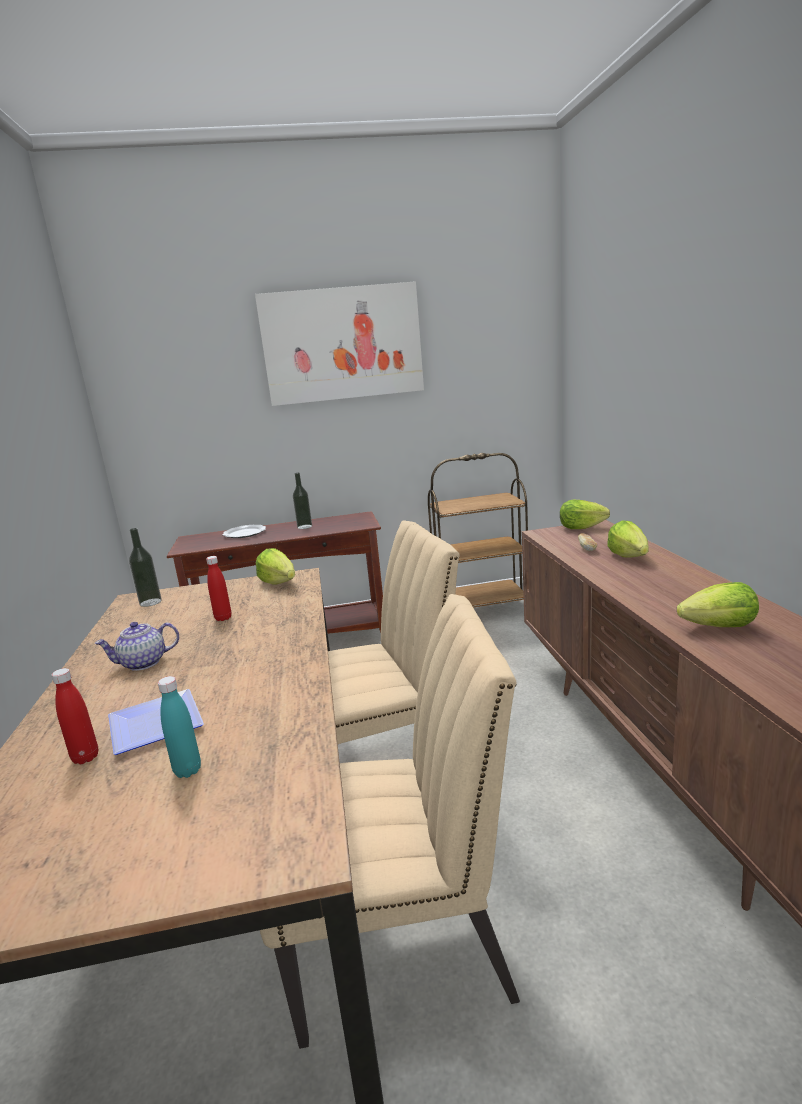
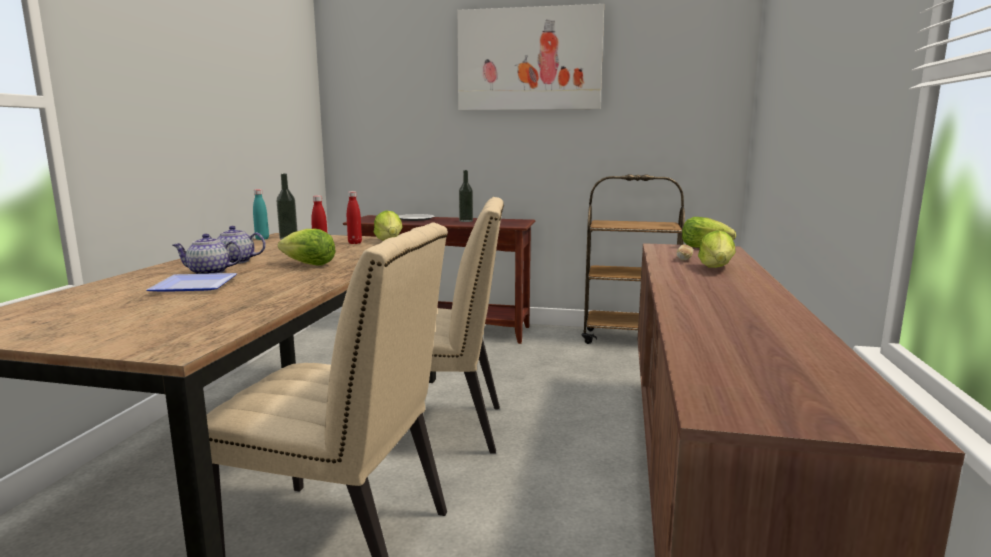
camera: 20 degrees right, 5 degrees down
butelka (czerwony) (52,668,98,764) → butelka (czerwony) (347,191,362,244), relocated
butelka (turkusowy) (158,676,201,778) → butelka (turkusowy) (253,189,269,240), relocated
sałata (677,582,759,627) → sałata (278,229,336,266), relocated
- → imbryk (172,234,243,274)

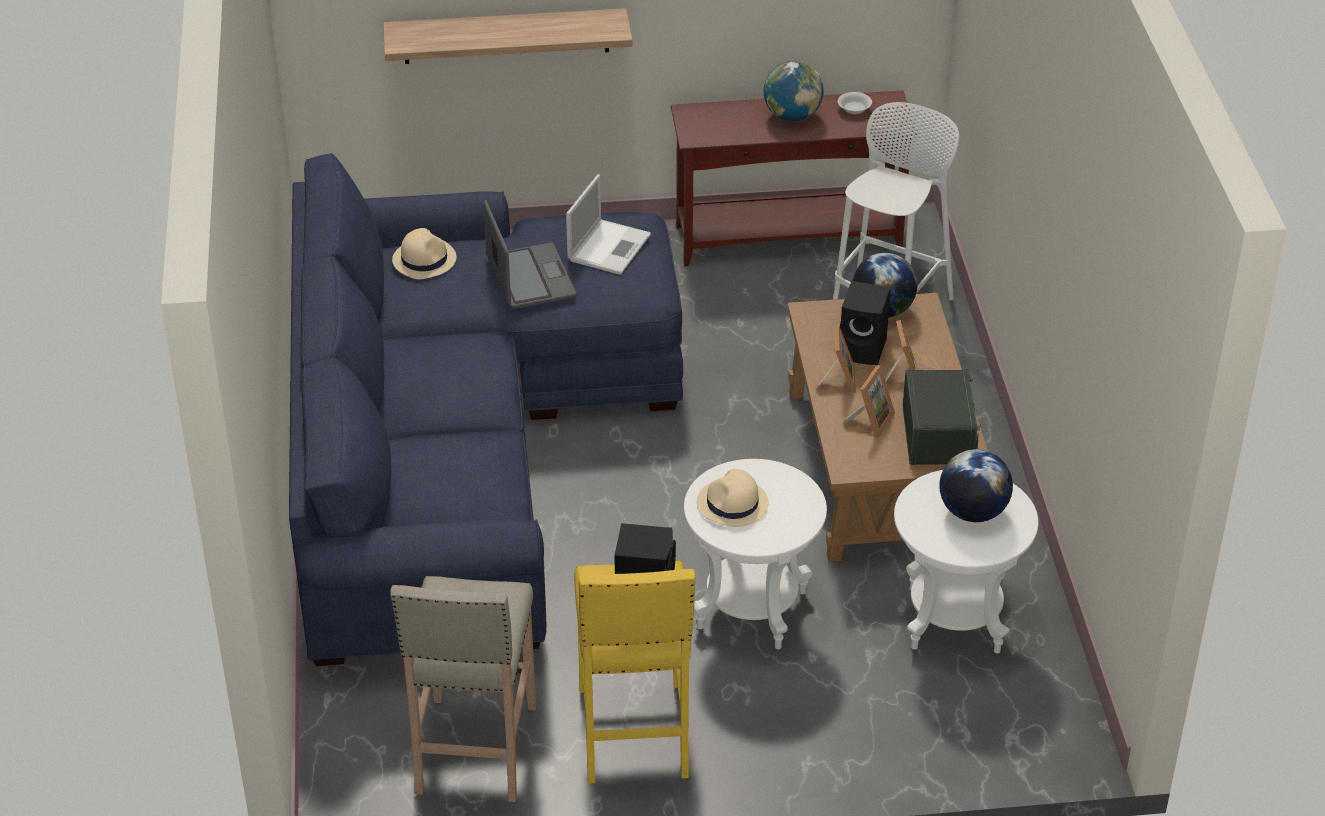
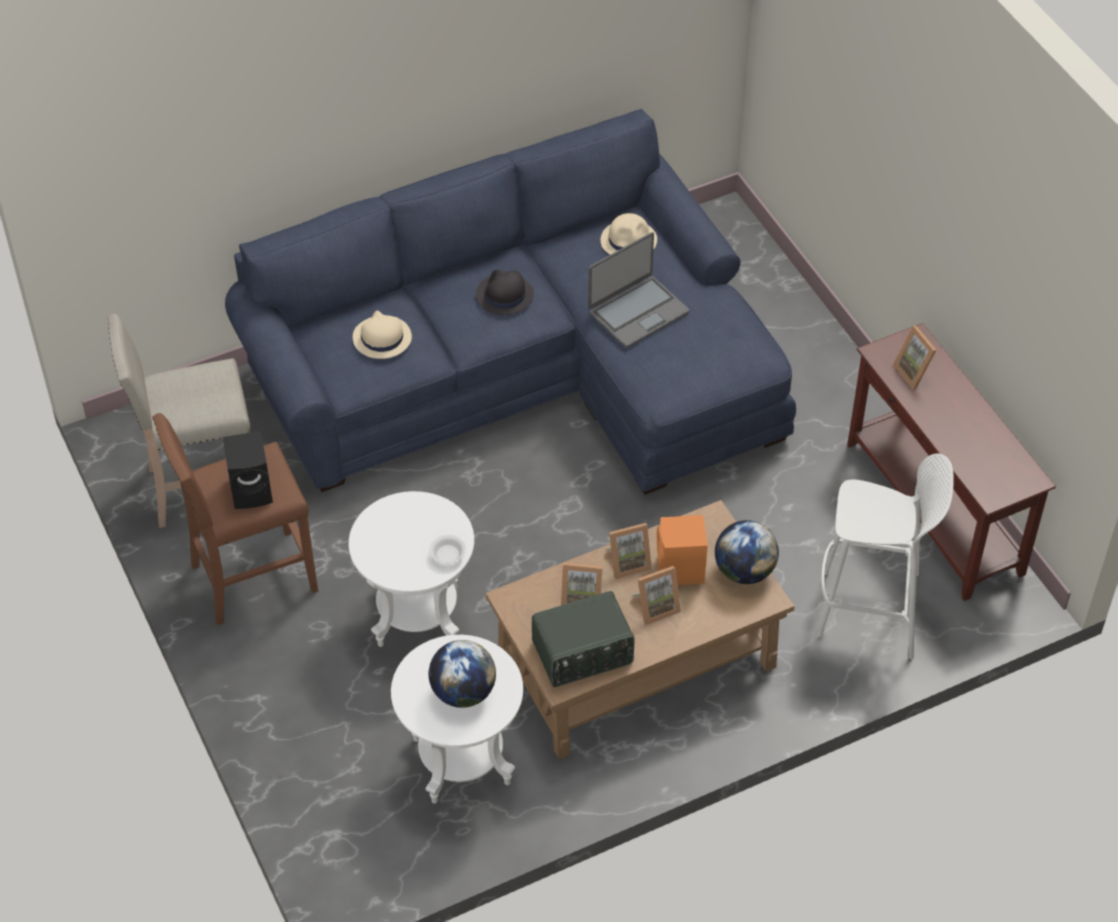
camera: 70 degrees right, 10 degrees up
półka (383,8,633,64) → -
laptop (566,174,651,275) → -
stołek (żółty) (574,561,695,784) → stołek (brązowy) (152,413,318,625)
kapelusz (beżowy) (697,469,769,527) → kapelusz (beżowy) (353,311,412,359), relocated
globus (763,61,824,122) → -
miska (biały) (838,92,872,114) → miska (biały) (429,535,466,564), relocated
głośnik (czarny) (840,281,891,365) → głośnik (pomarańczowy) (657,515,708,585)
- → kapelusz (czarny) (476,269,534,315)
- → ramka na zdjęcie (893,326,937,389)

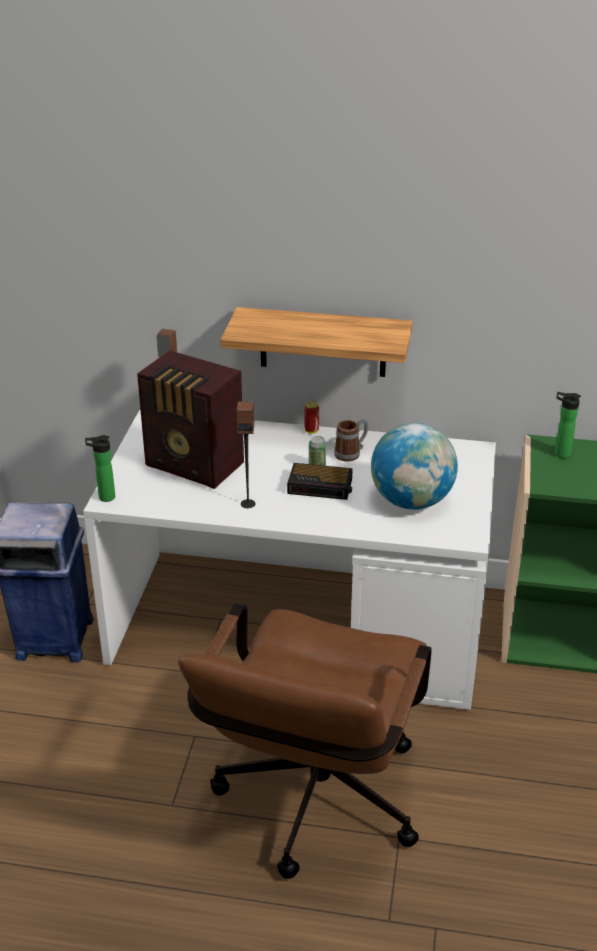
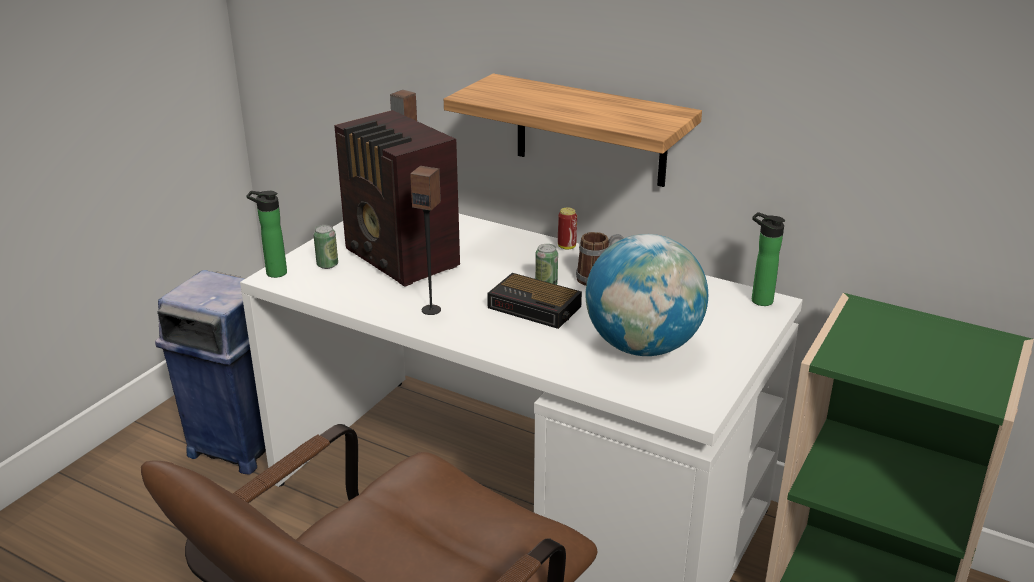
camera: 20 degrees right, 5 degrees down
butelka (555,392,581,458) → butelka (752,212,785,306), relocated
- → puszka (313,225,338,269)

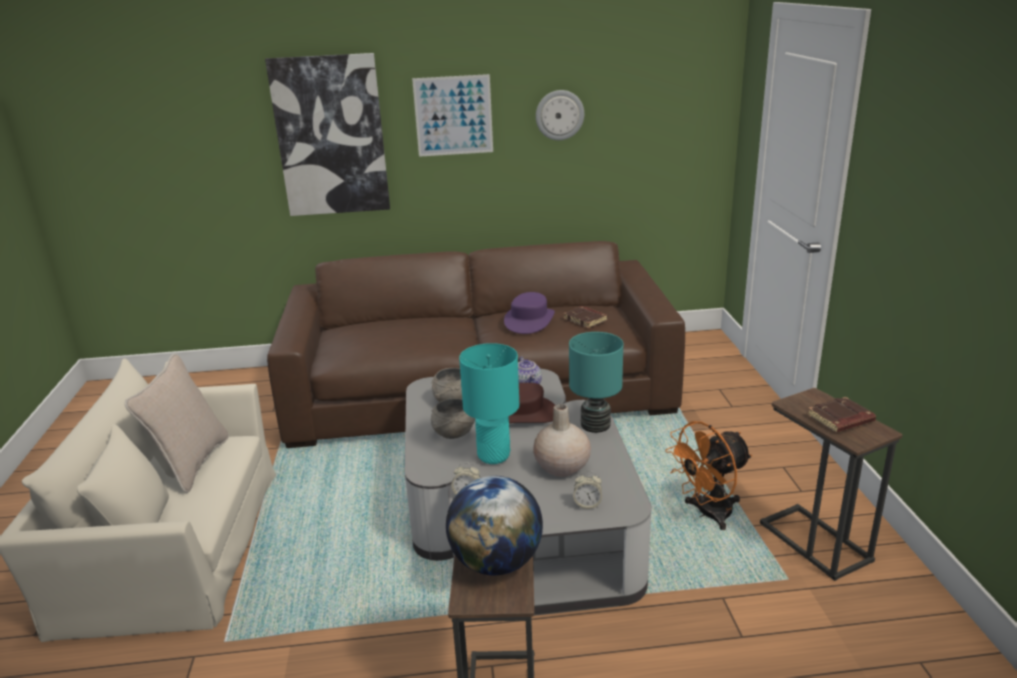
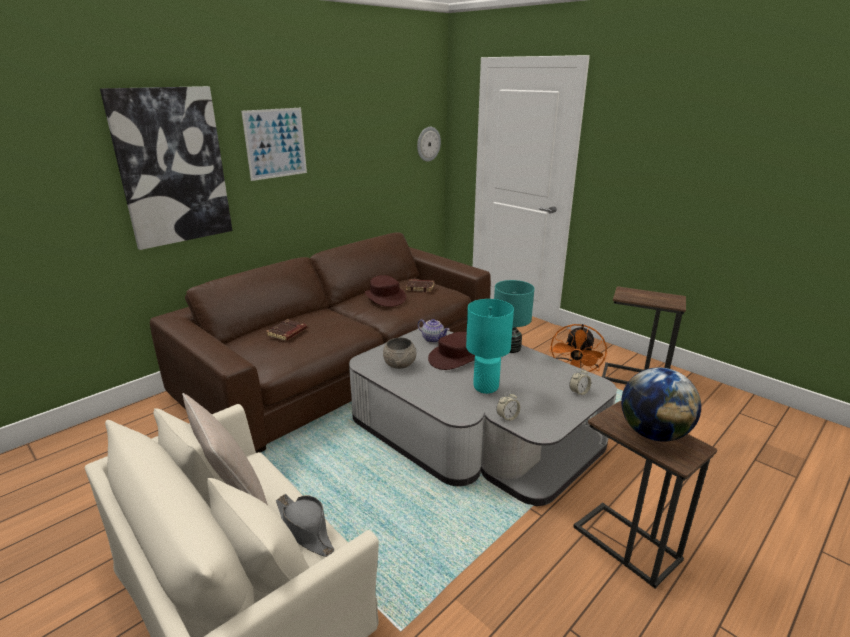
camera: 40 degrees left, 0 degrees up
miska (szary) (431,398,475,439) → -
kapelusz (fioletowy) (504,292,555,334) → kapelusz (brązowy) (365,275,406,307)
wazon (beżowy) (533,404,591,477) → -
zegar ścienny (536,90,584,140) → zegar ścienny (417,127,441,161), relocated
książka (brązowy) (807,397,876,433) → książka (brązowy) (266,319,307,341), relocated
- → kapelusz (szary) (276,494,334,557)

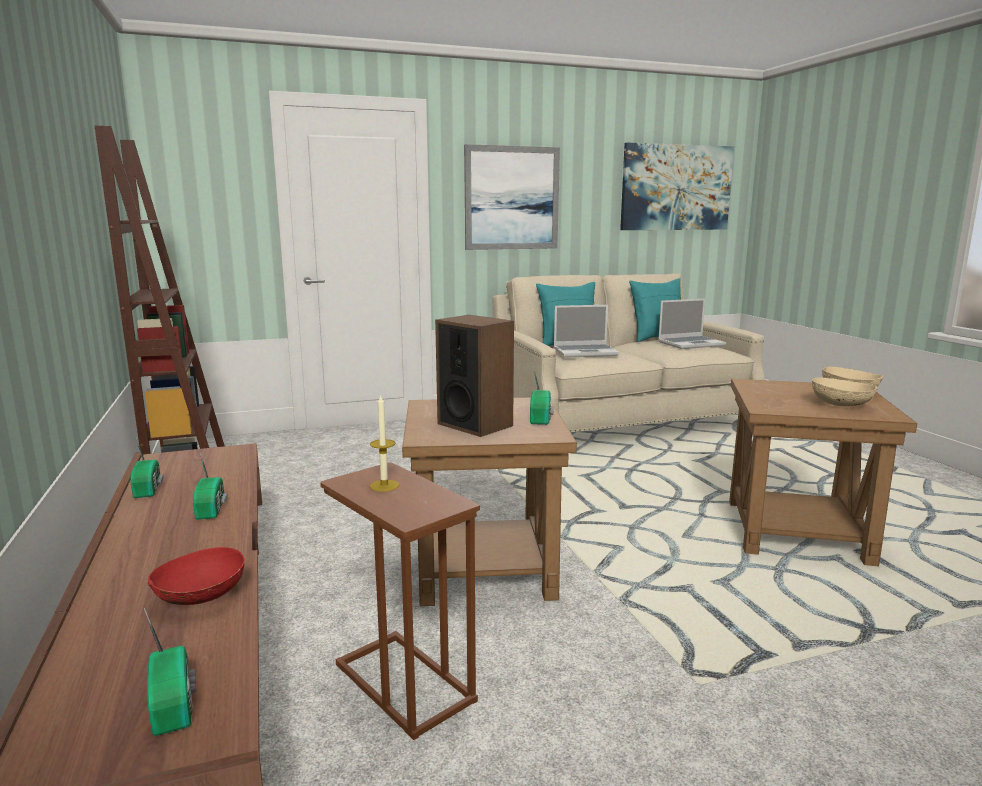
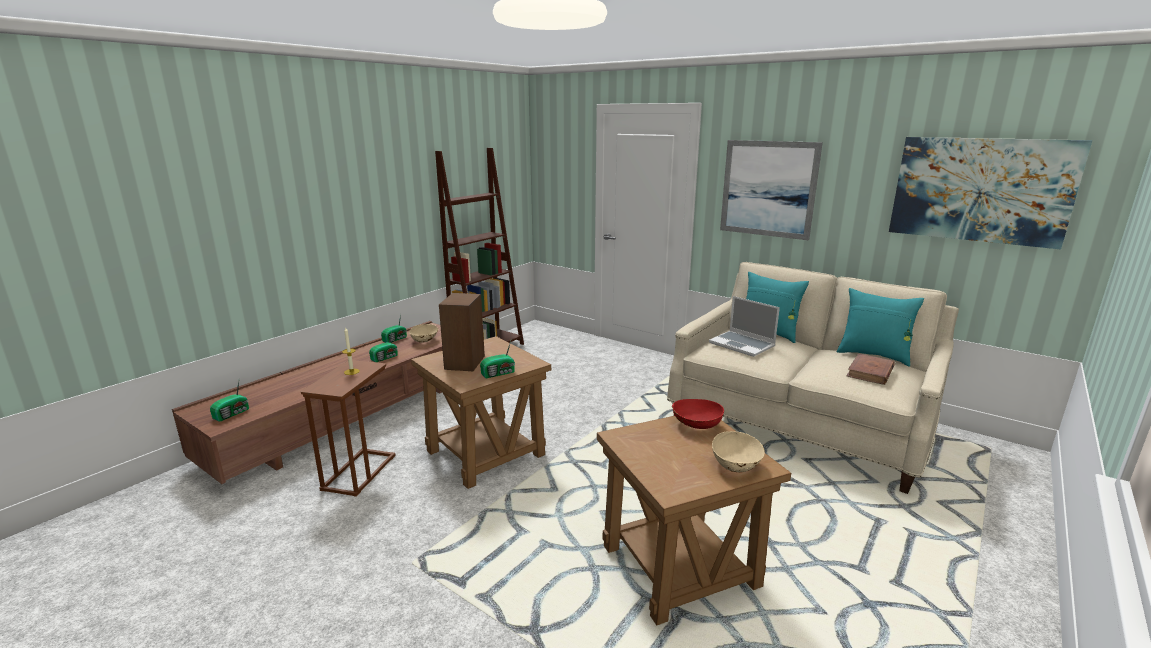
camera: 55 degrees right, 5 degrees up
miska (czerwony) (148,547,245,605) → miska (czerwony) (672,399,724,429), relocated
laptop (658,299,726,349) → książka (brązowy) (846,353,895,385)
miska (beżowy) (812,377,878,406) → miska (beżowy) (409,324,438,343), relocated

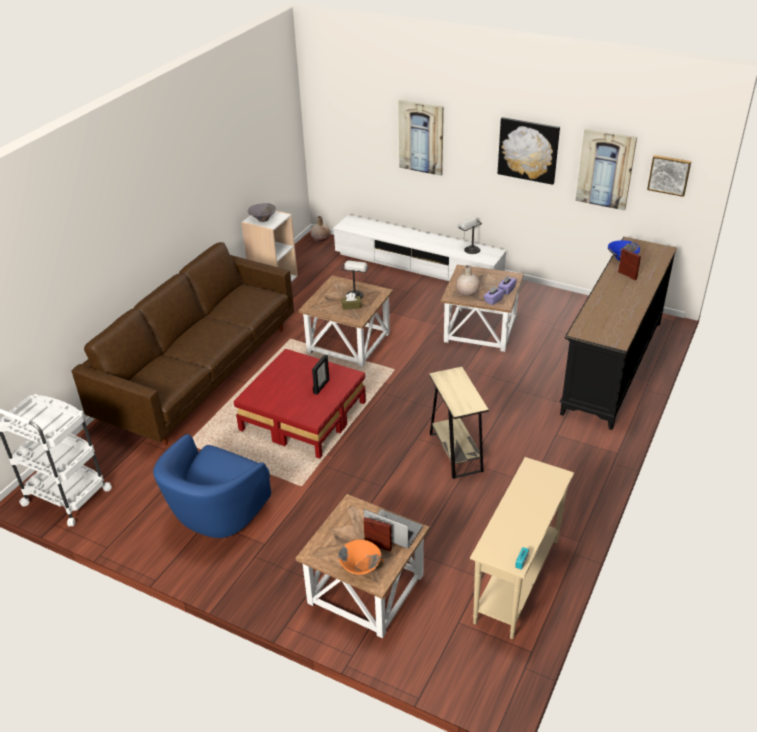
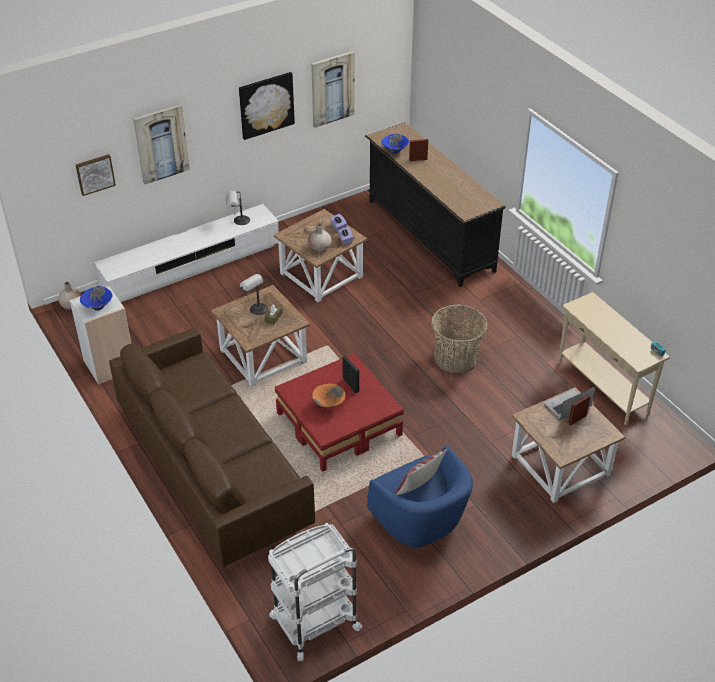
camera: 60 degrees left, 5 degrees up
miska (szary) (248,203,276,222) → miska (niebieski) (80,286,113,311)
miska (pomarańczowy) (338,539,384,575) → miska (pomarańczowy) (312,384,345,408), relocated
stolik (beżowy) (429,367,489,479) → koszyk (431,304,488,373)
obraz (647,155,691,197) → obraz (76,154,116,196), relocated
- → poduszka (396,449,447,495)

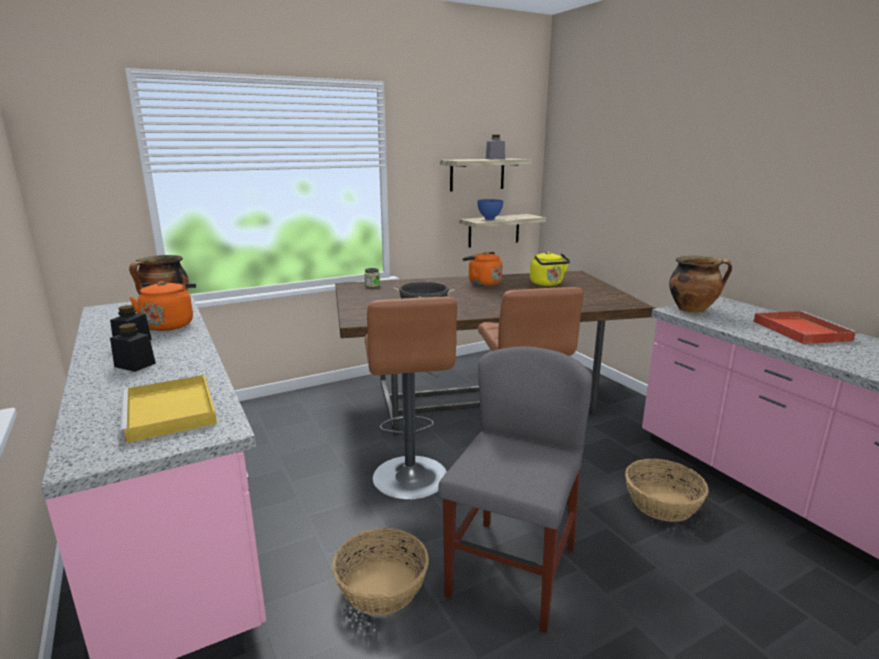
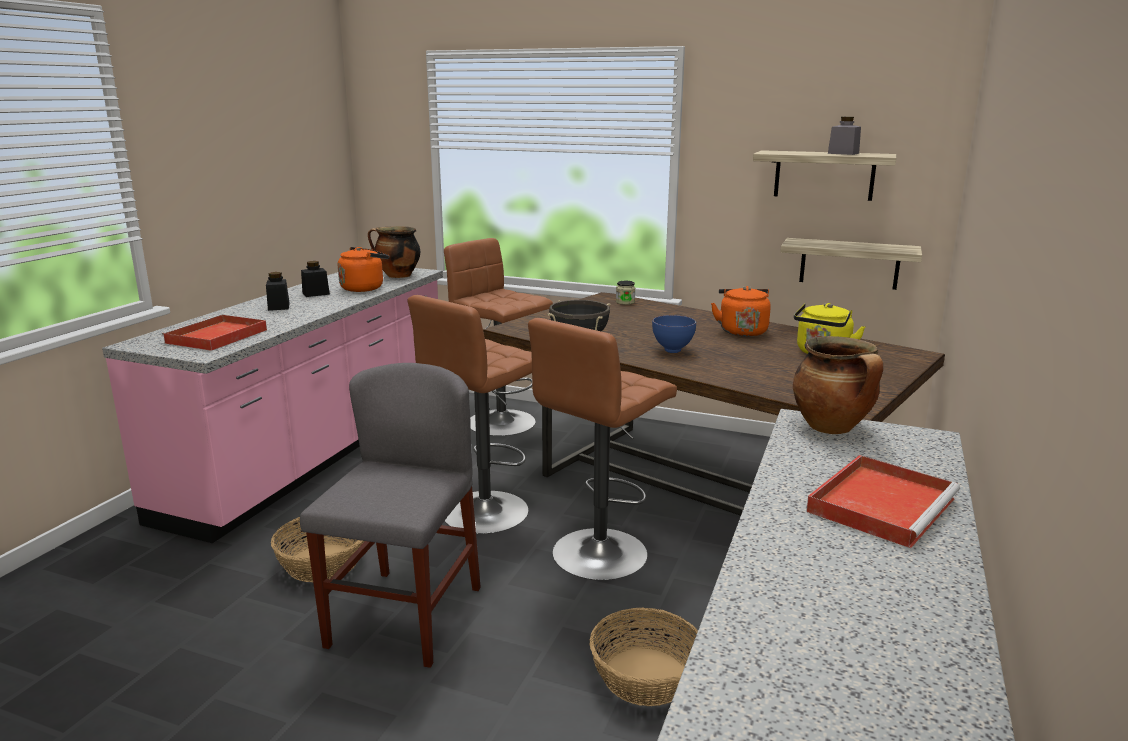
camera: 50 degrees right, 0 degrees up
taca (żółty) (120,375,217,443) → taca (czerwony) (162,314,267,351)
krzesło (szary) (438,346,592,633) → krzesło (szary) (300,363,481,668), 60 degrees counterclockwise
miska (niebieski) (477,199,503,220) → miska (niebieski) (652,315,696,353), relocated
- → stołek (brązowy) (444,238,553,436)

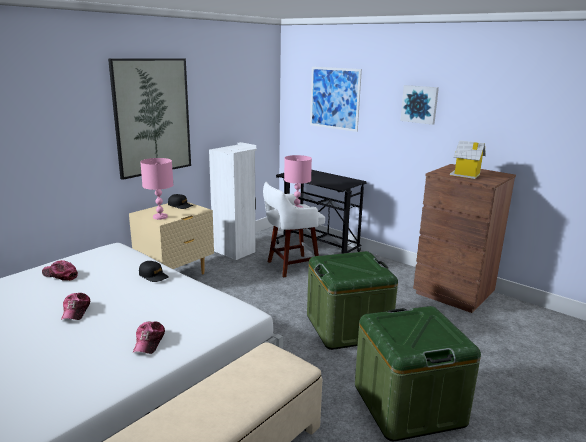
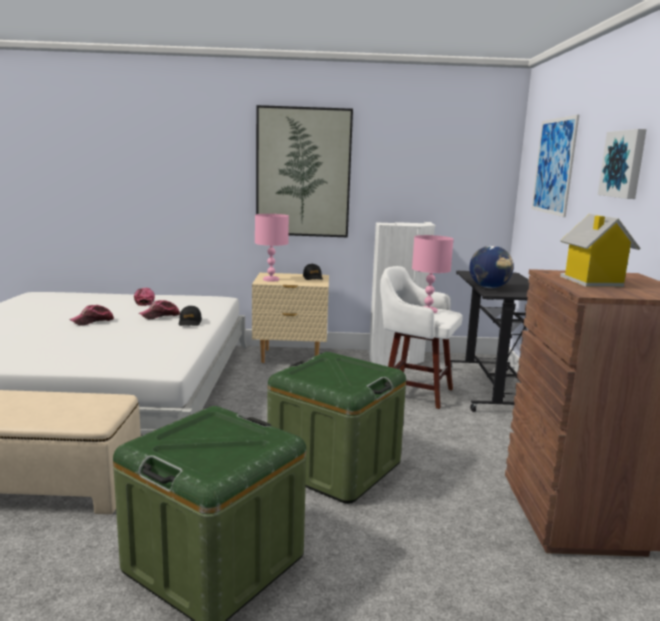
camera: 50 degrees right, 5 degrees down
czapka z daszkiem (133,322,165,354) → czapka z daszkiem (139,300,180,319), relocated
- → globus (469,246,514,288)

